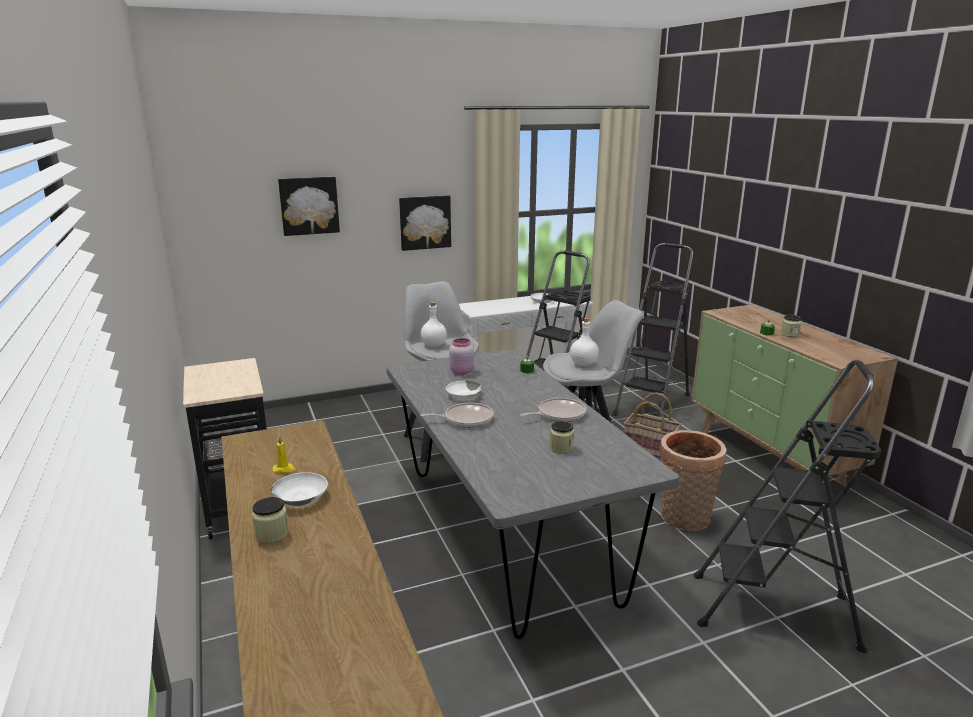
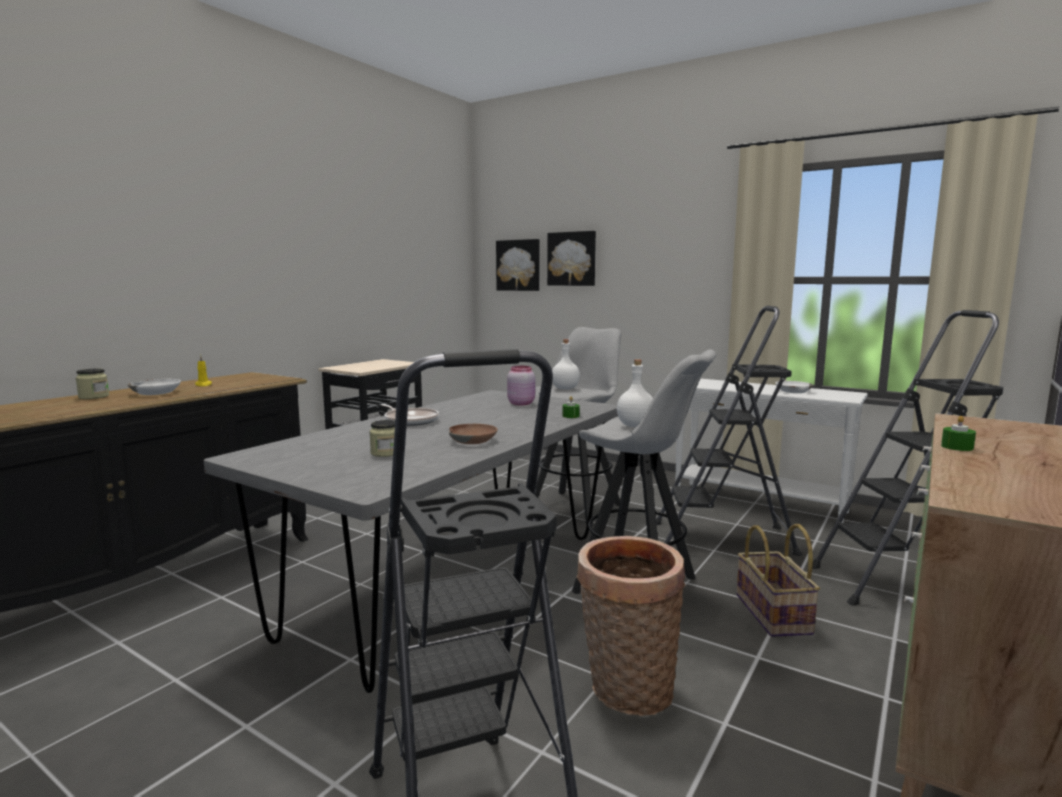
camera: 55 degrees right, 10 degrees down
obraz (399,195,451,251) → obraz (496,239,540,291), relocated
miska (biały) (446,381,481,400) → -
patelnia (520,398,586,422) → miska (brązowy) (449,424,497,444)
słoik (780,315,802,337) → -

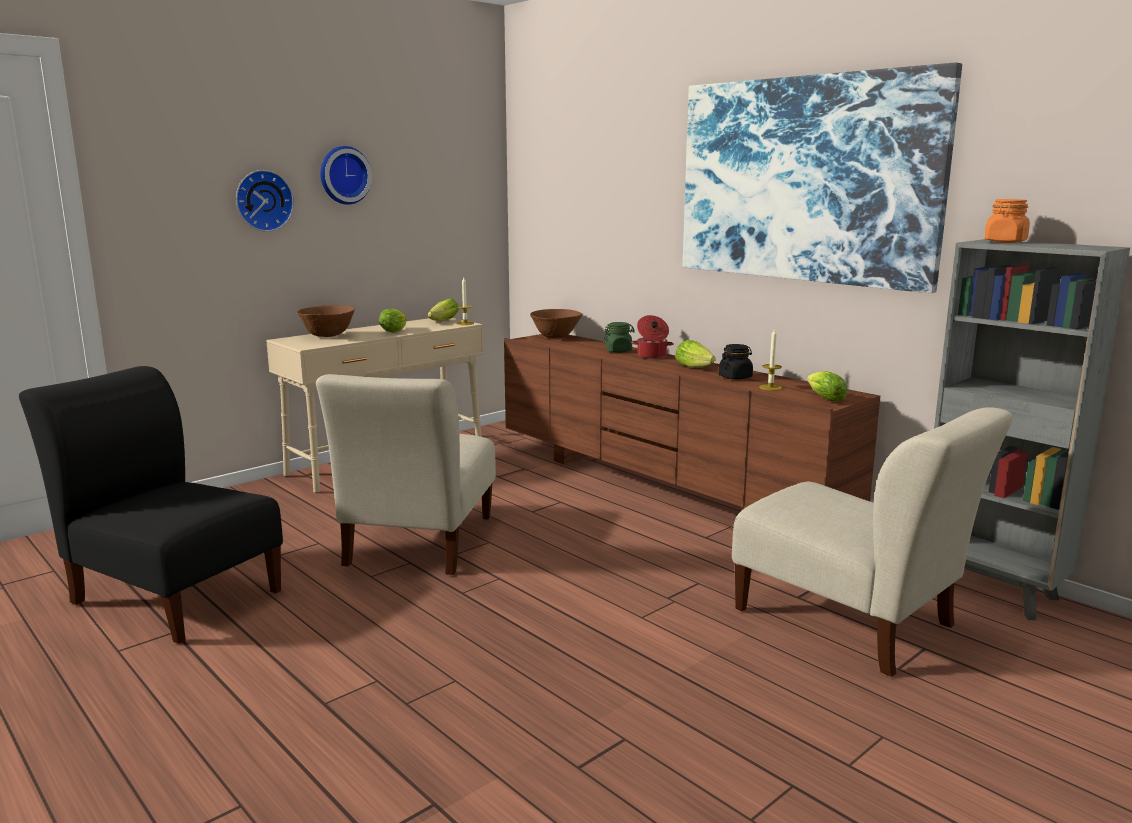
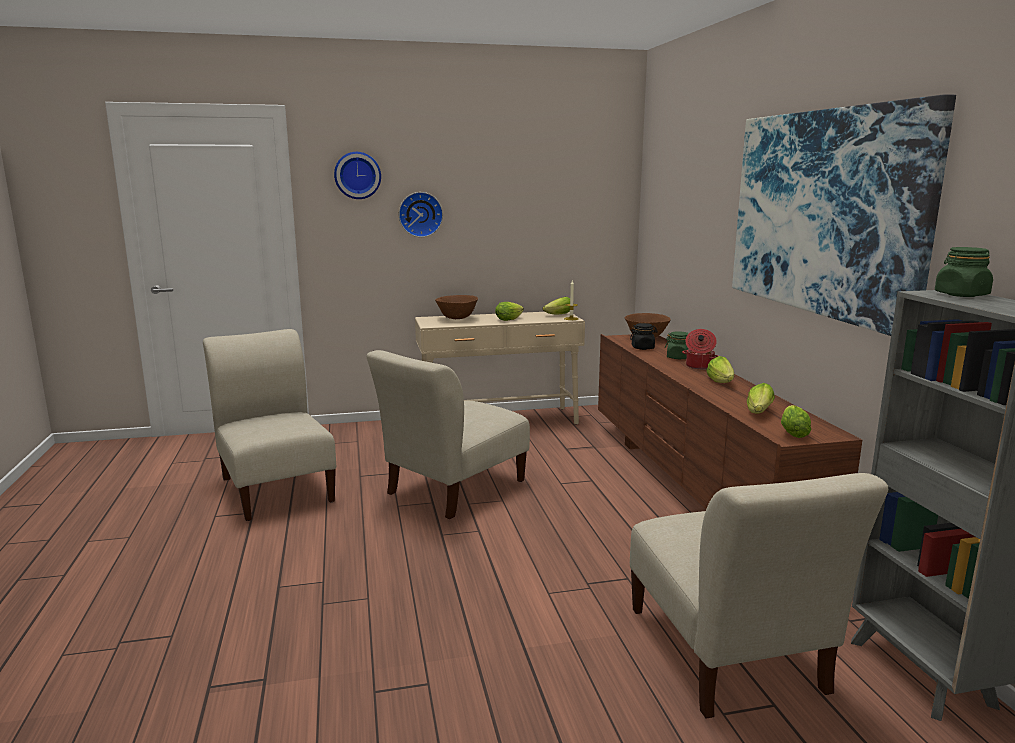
camera: 30 degrees right, 0 degrees up
krzesło (czarny) (19,366,283,644) → krzesło (beżowy) (203,329,336,521)
zegar ścienny (320,146,372,205) → zegar ścienny (334,152,381,199), relocated
słoik (czarny) (719,344,753,379) → słoik (czarny) (630,323,658,350), relocated
świeca (759,328,782,391) → sałata (747,383,775,414)
słoik (pomarańczowy) (984,199,1030,243) → słoik (zielony) (935,247,993,297)

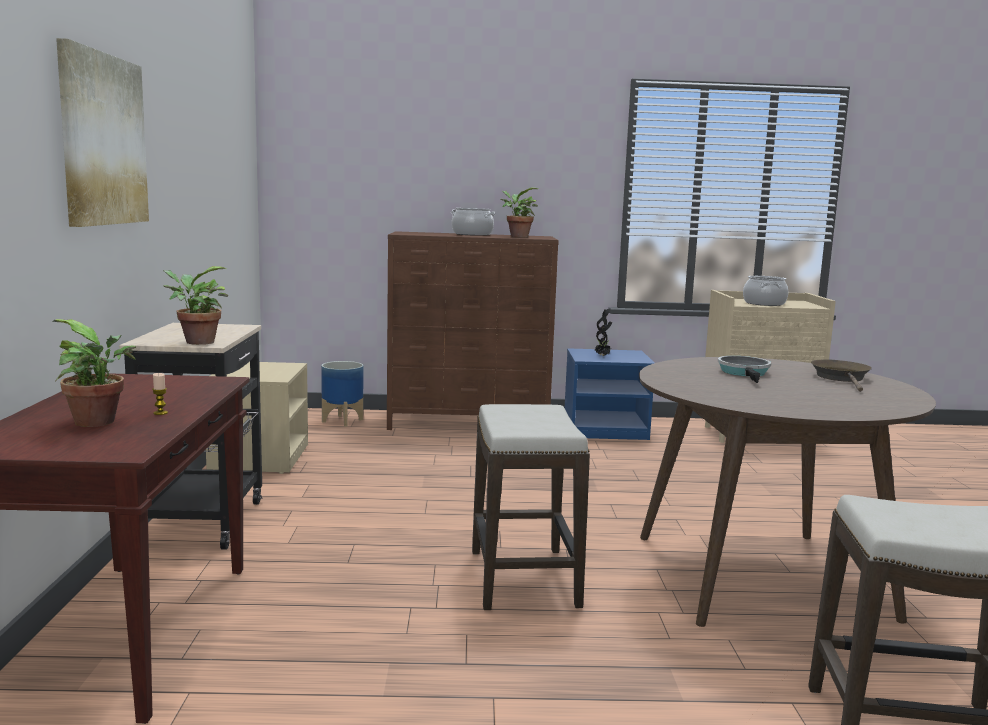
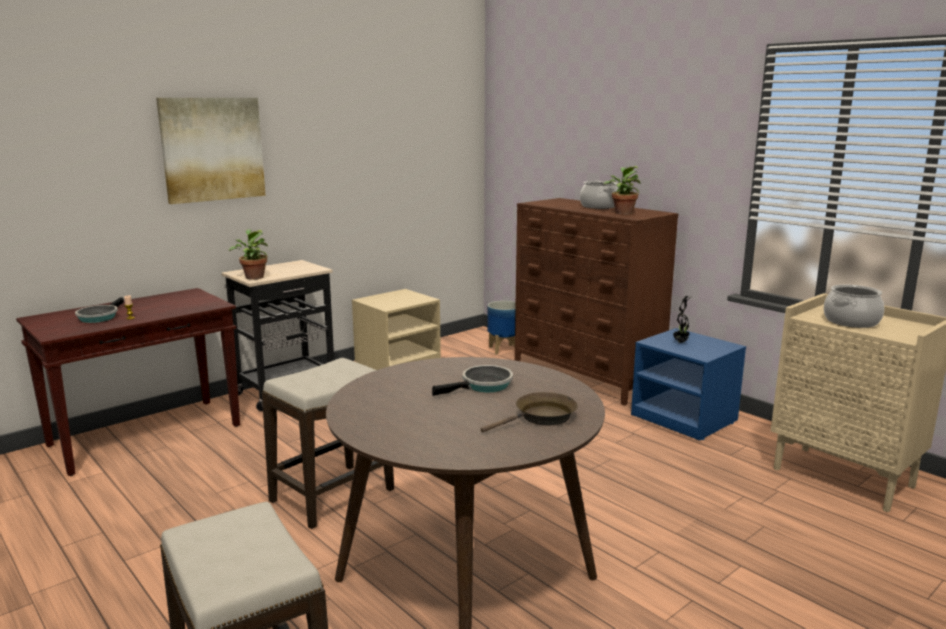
camera: 50 degrees right, 5 degrees up
roślina doniczkowa (52,319,136,427) → patelnia (75,297,124,323)

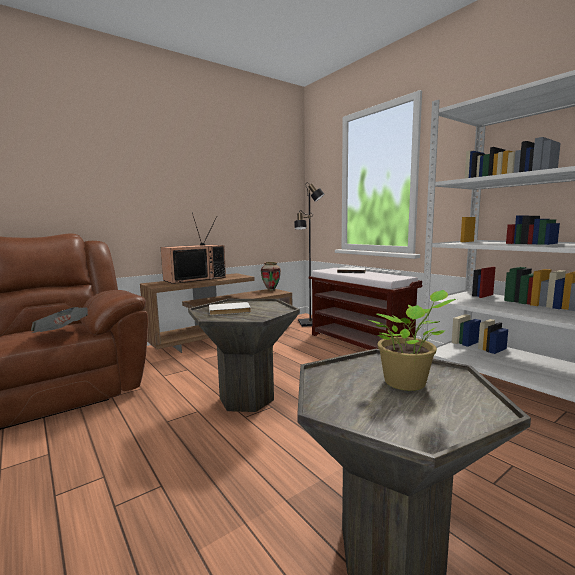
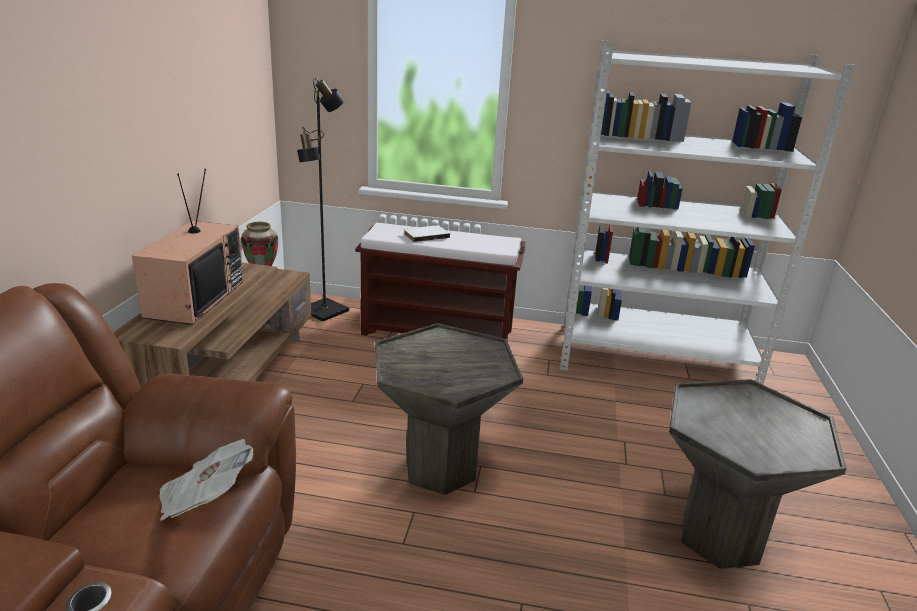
camera: 45 degrees left, 15 degrees up
książka (biały) (209,302,251,315) → -
roślina doniczkowa (365,290,456,391) → -

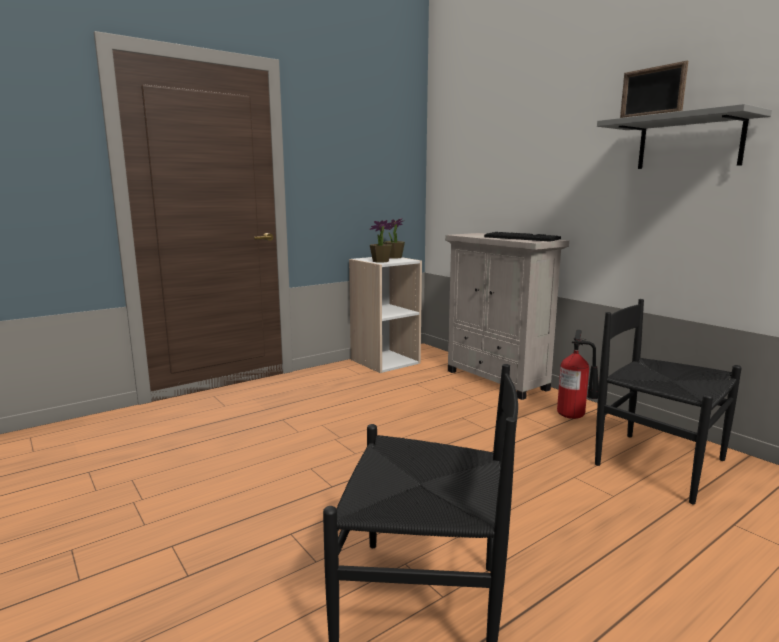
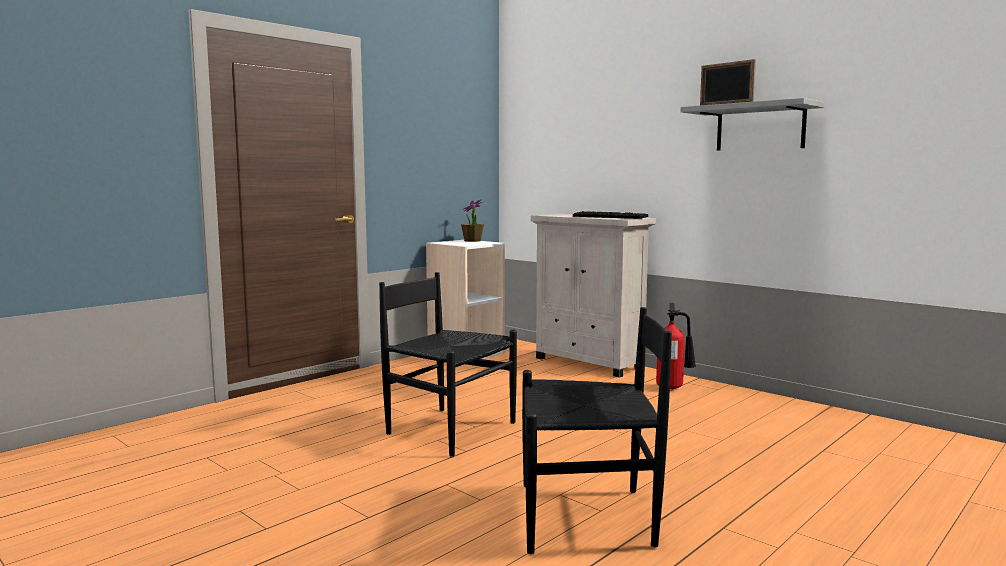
camera: 10 degrees left, 5 degrees down
roślina doniczkowa (370,220,392,262) → -
krzesło (czarny) (595,299,741,504) → krzesło (czarny) (379,272,517,457), relocated

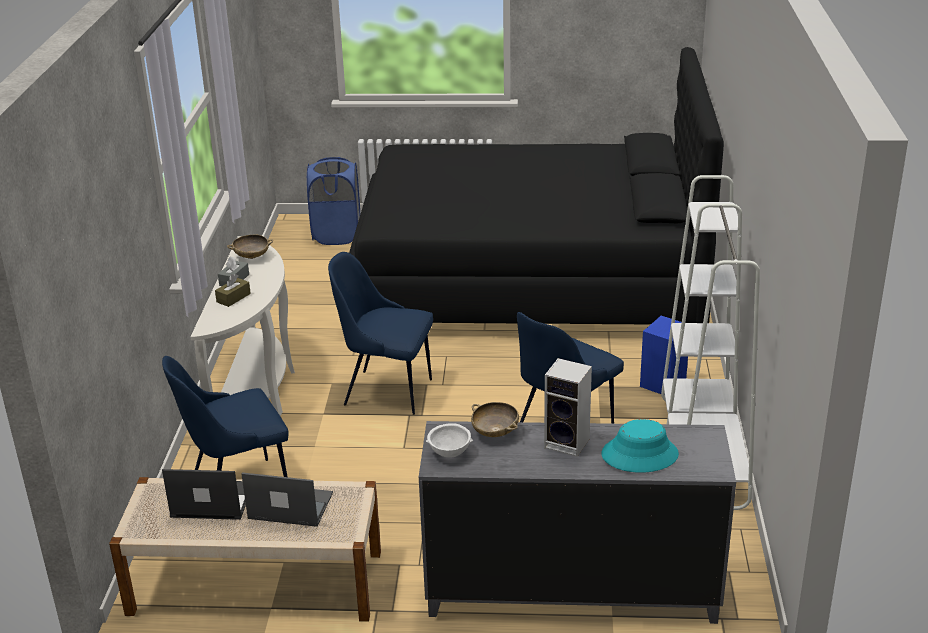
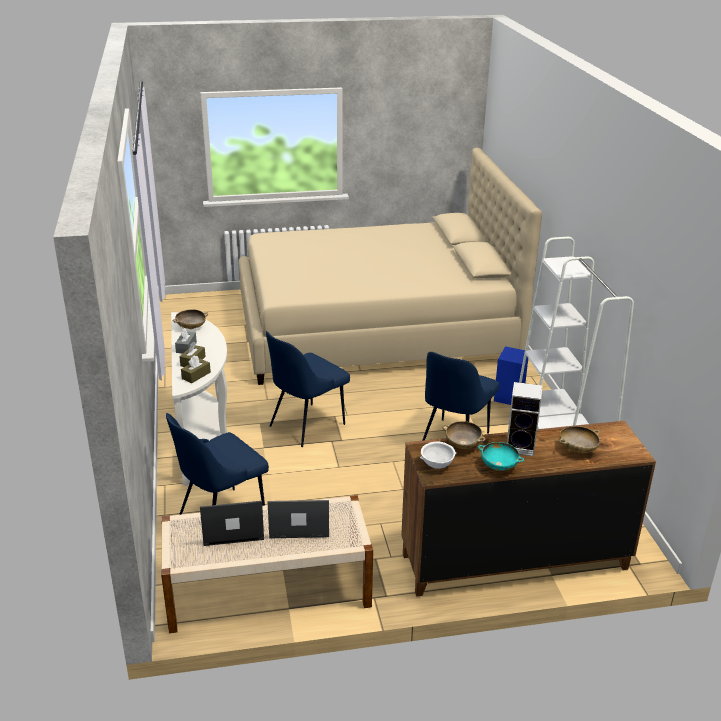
camera: 15 degrees left, 0 degrees up
kosz na pranie (niebieski) (307,157,360,245) → -
krzesło (niebieski) (328,252,433,415) → krzesło (niebieski) (266,331,350,447), 45 degrees counterclockwise
łóżko (czarny) (349,47,724,325) → łóżko (beżowy) (239,148,542,385)
komoda (szary) (419,421,736,624) → komoda (brązowy) (401,421,656,596)
kapelusz (turkusowy) (601,419,679,473) → miska (beżowy) (559,426,600,453)
- → pudełko chusteczek (brązowy) (181,355,211,383)
- → miska (turkusowy) (478,442,524,471)

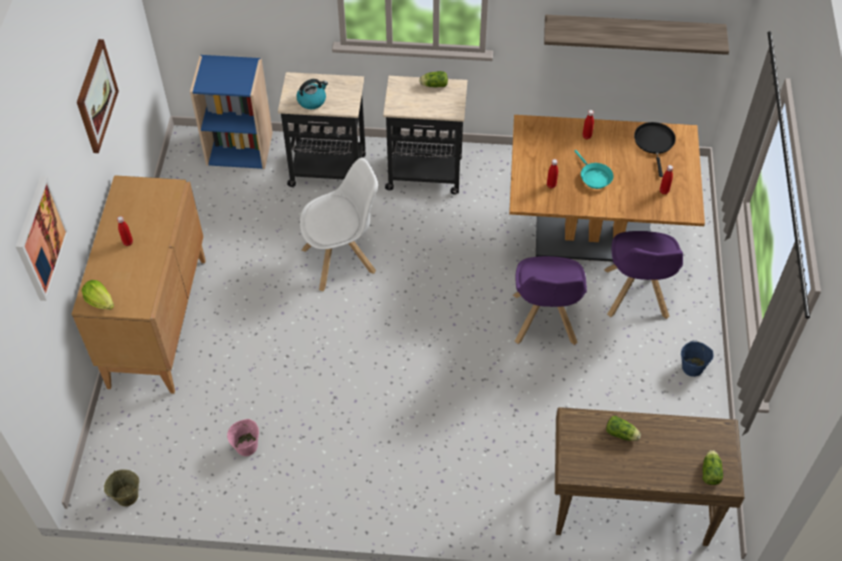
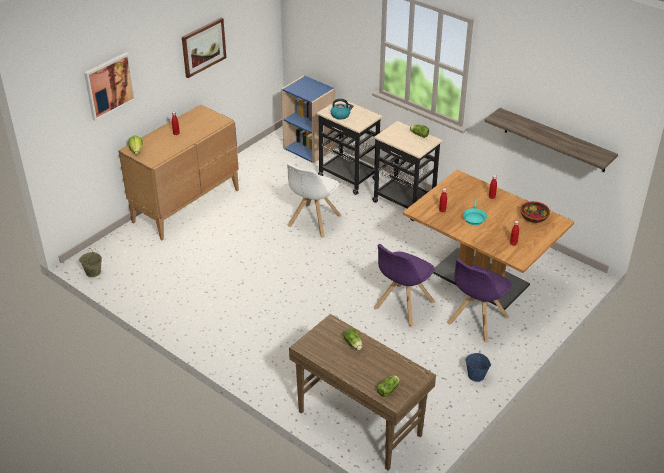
camera: 35 degrees right, 15 degrees down
wiadro (różowy) (227,419,259,456) → -
krzesło (biały) (300,158,378,291) → krzesło (biały) (287,163,341,238), 105 degrees clockwise
patelnia (czarny) (634,122,676,177) → miska (520,201,550,223)

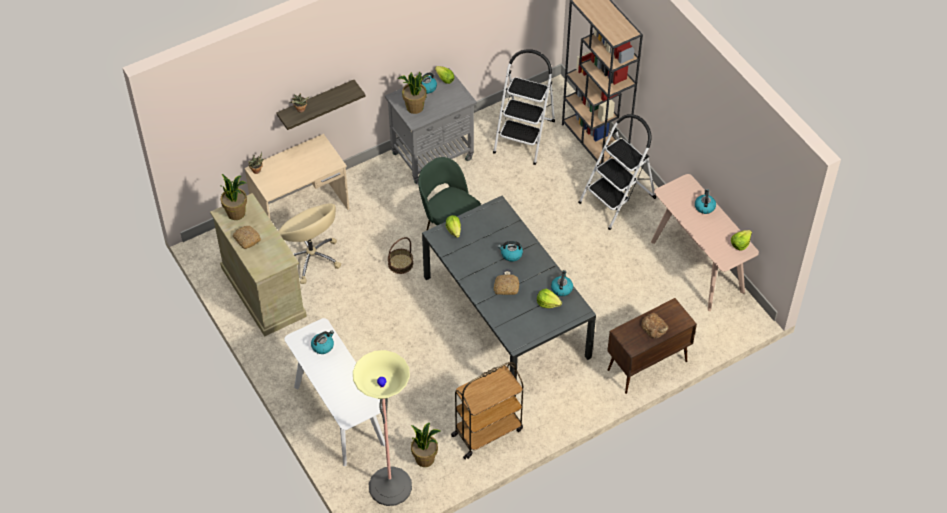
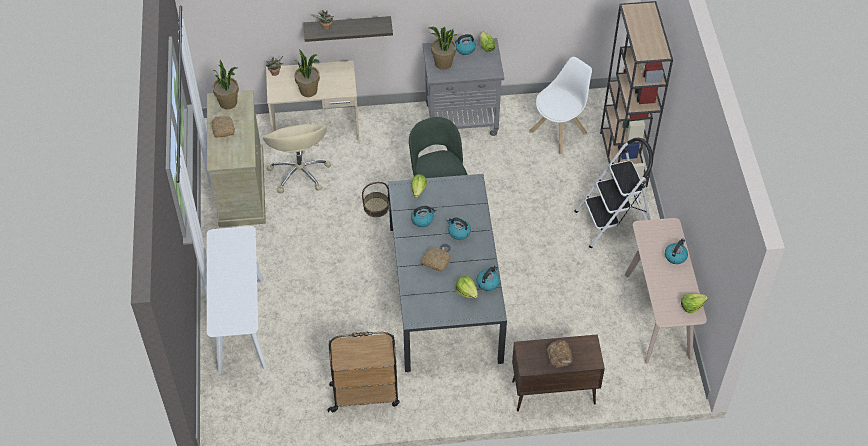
camera: 25 degrees right, 0 degrees up
czajnik (311,330,334,354) → czajnik (411,206,437,227), relocated
lampa stojąca (353,350,412,506) → -
roślina doniczkowa (411,423,441,467) → roślina doniczkowa (294,49,320,97), relocated
drabinka (493,49,555,165) → krzesło (biały) (530,57,592,154)

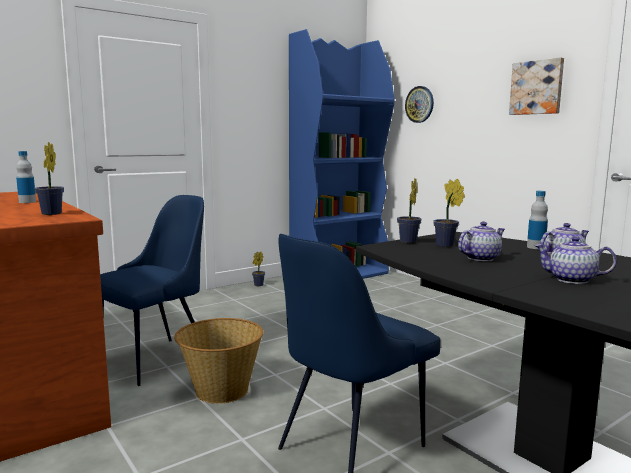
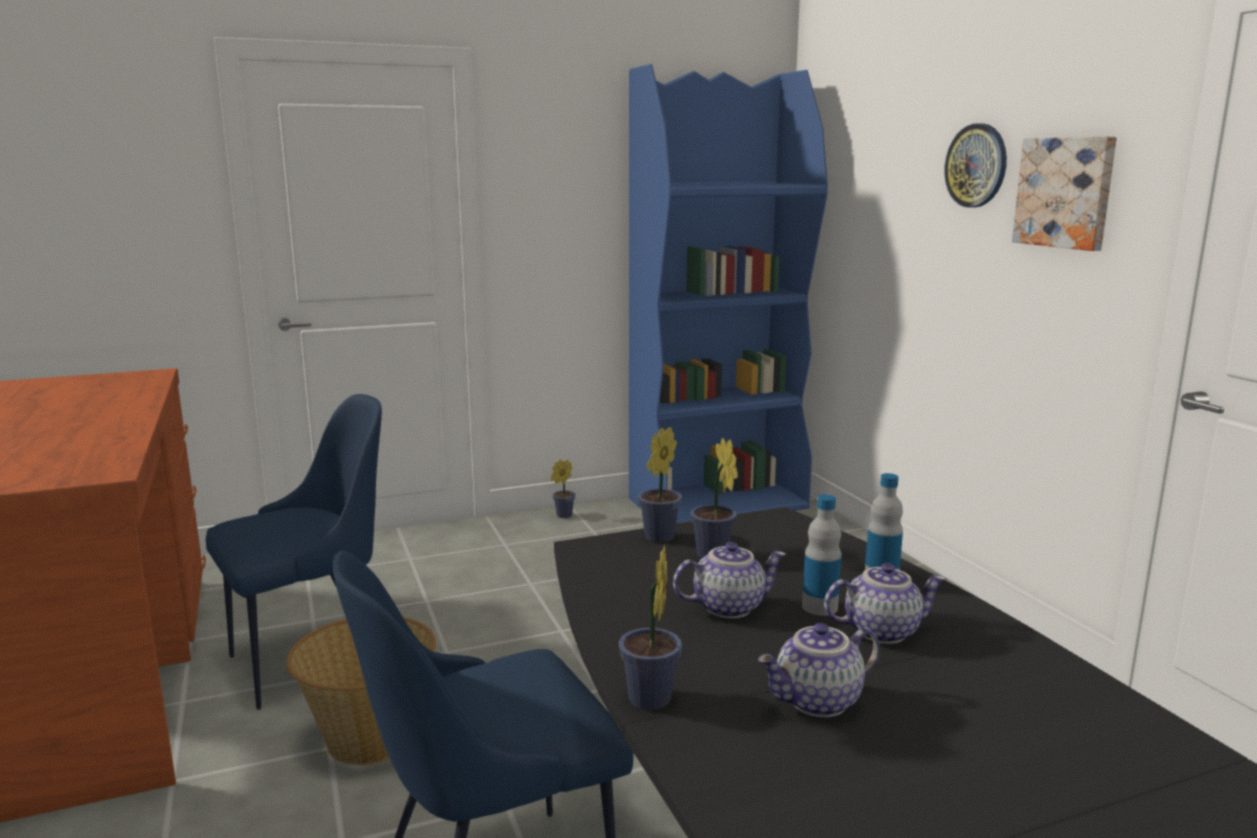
camera: 15 degrees right, 5 degrees up
butelka (16,151,36,203) → butelka (802,494,842,616), relocated
roślina doniczkowa (34,142,64,215) → roślina doniczkowa (619,545,682,710), relocated
zegar ścienny (405,86,434,123) → zegar ścienny (944,123,1007,208), relocated
imbryk (534,236,617,284) → imbryk (758,623,880,717), 60 degrees counterclockwise

